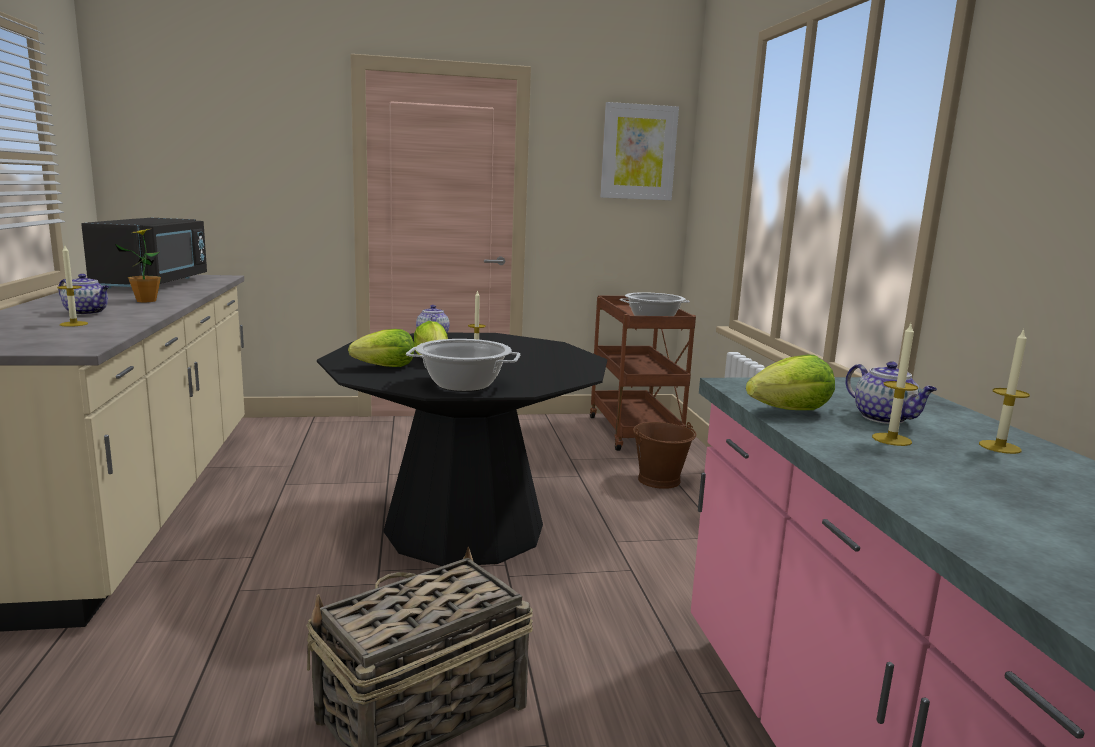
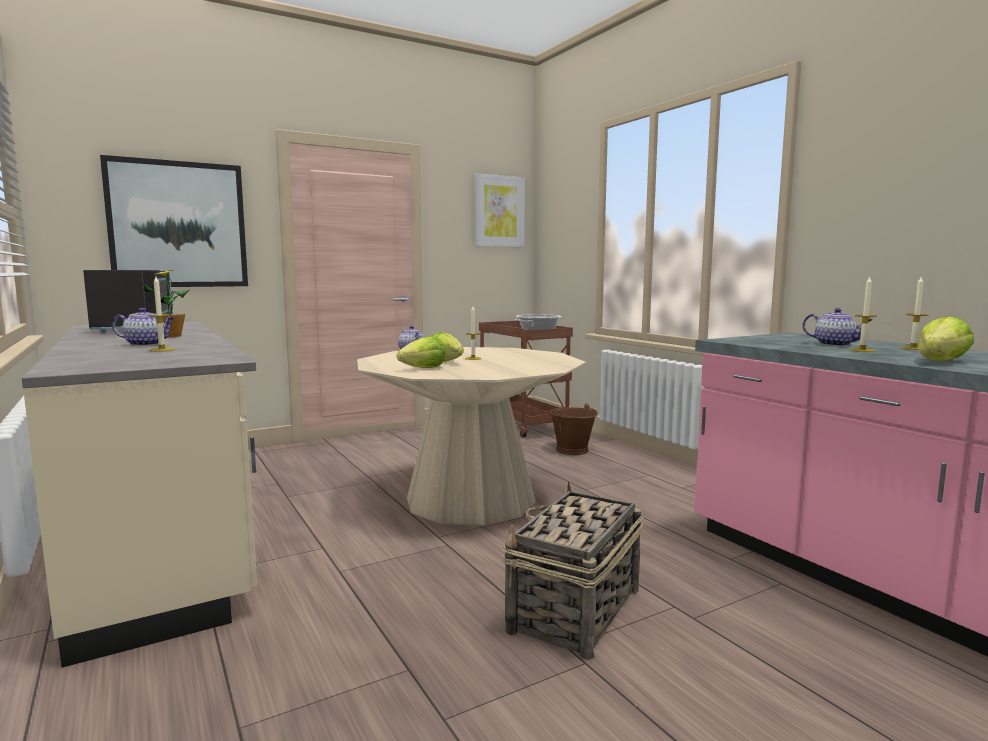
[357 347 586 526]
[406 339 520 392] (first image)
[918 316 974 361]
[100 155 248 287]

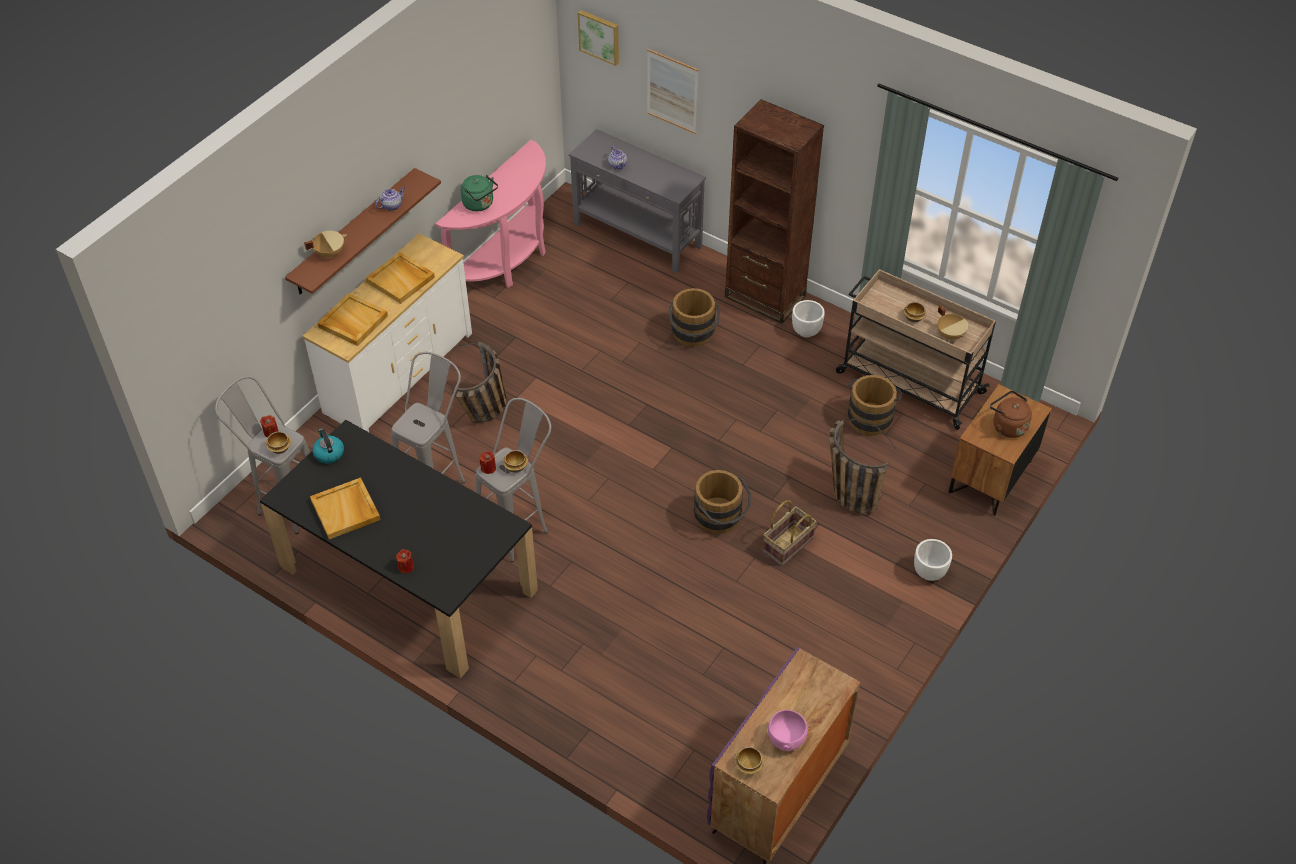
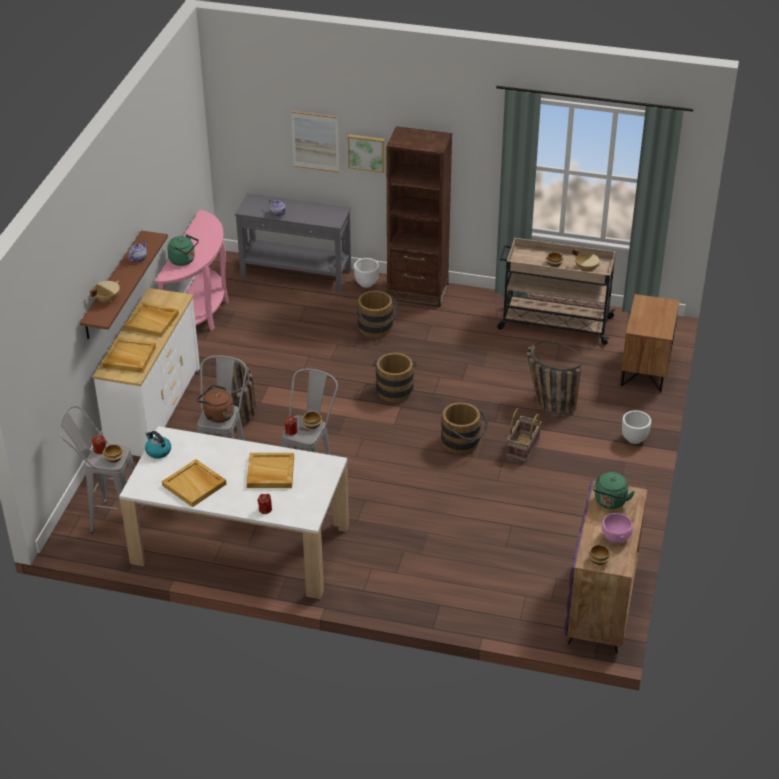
[119 426 349 599]
[348 134 385 173]
[354 258 379 288]
[372 353 417 403]
[197 385 234 423]
[246 453 294 488]
[593 472 635 509]

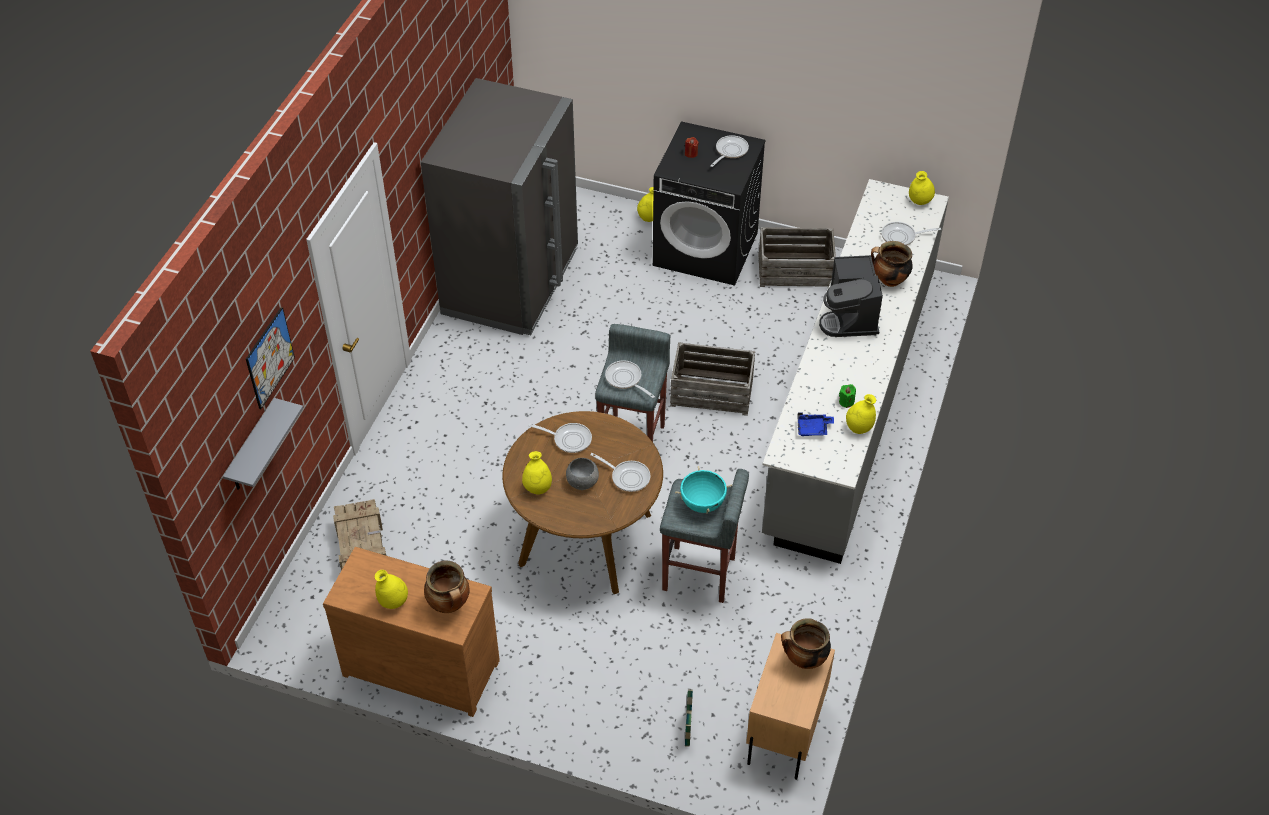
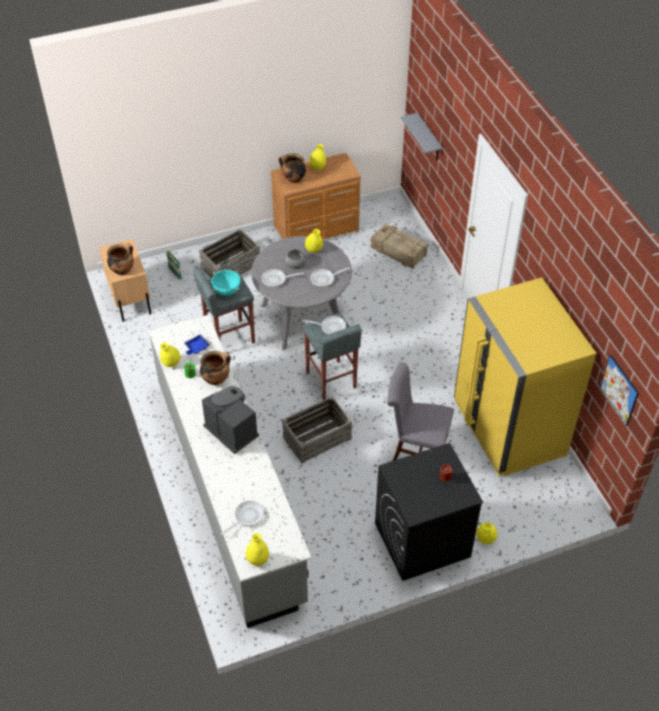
[600 354 639 426]
[454 277 597 476]
[251 236 352 350]
[710 135 749 167] (first image)
[199 229 260 278]
[200 351 231 385]
[387 362 454 461]

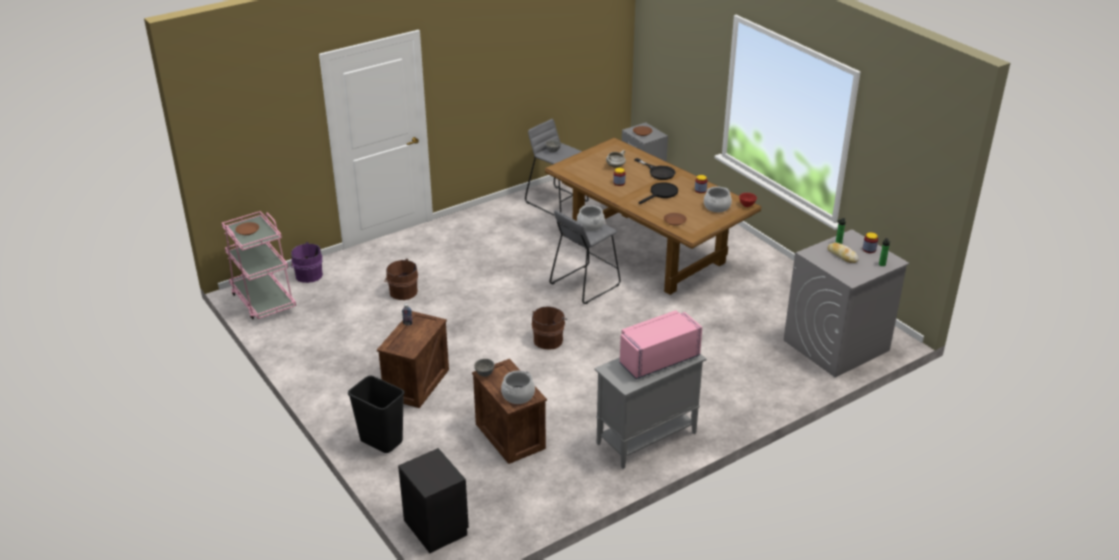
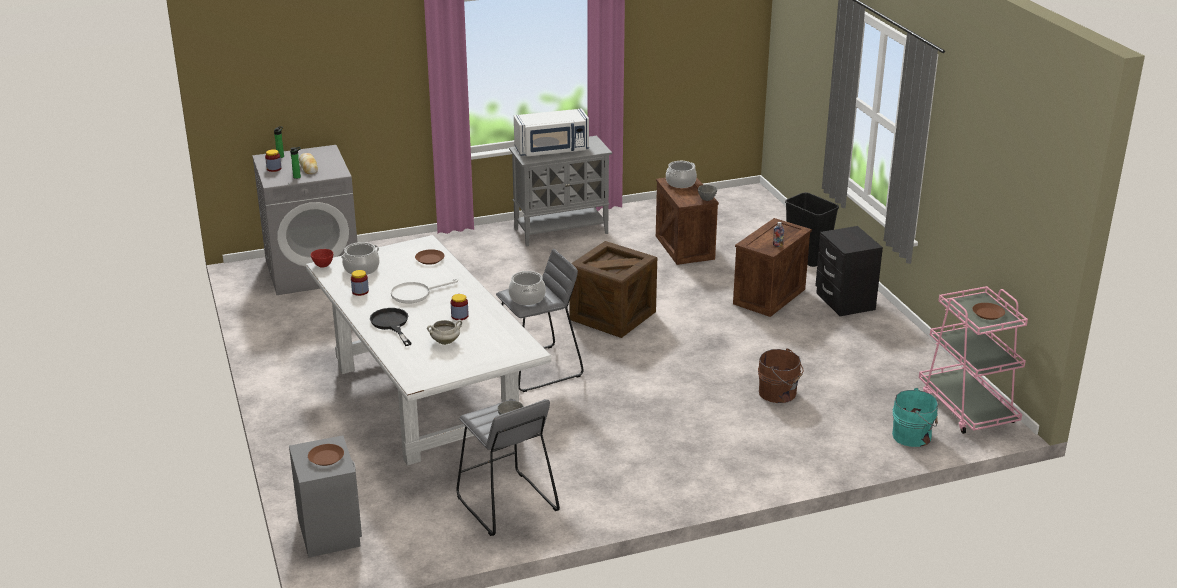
[892 388 938 447]
[815 226 883 316]
[569 241 657 338]
[306 235 551 465]
[514 108 589 156]
[391 279 458 304]

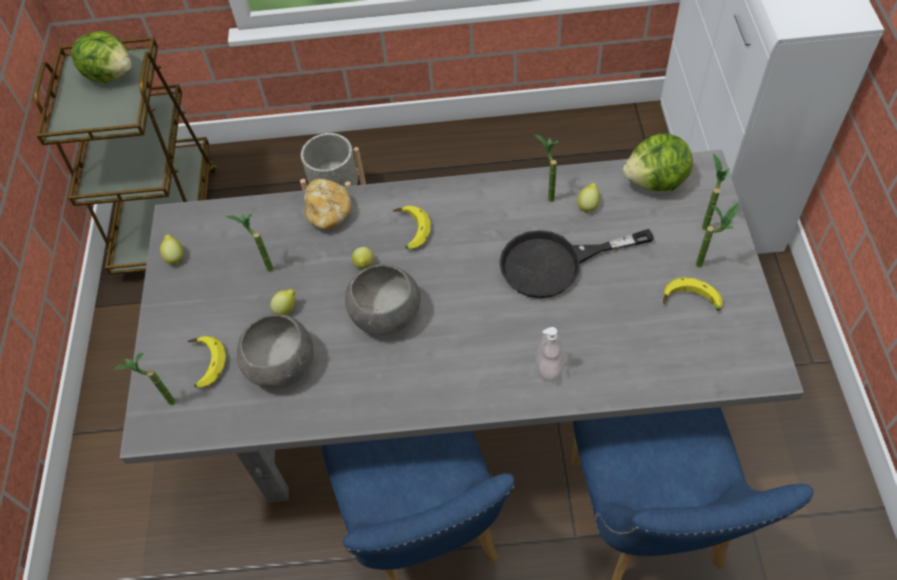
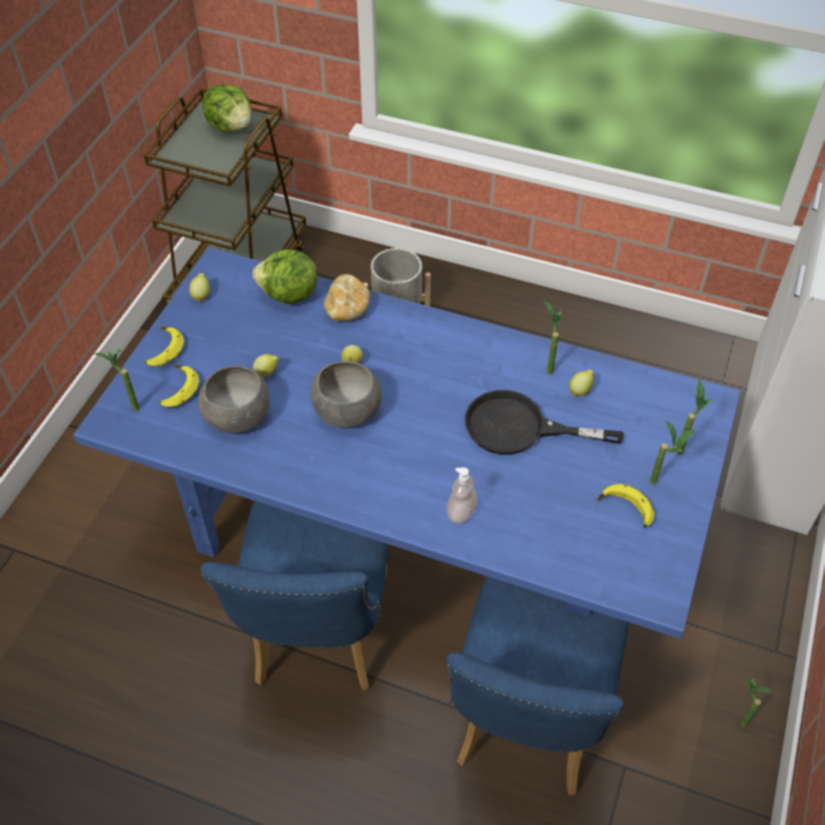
[74 247 741 639]
[740 678 771 727]
[145 326 184 366]
[253 249 318 304]

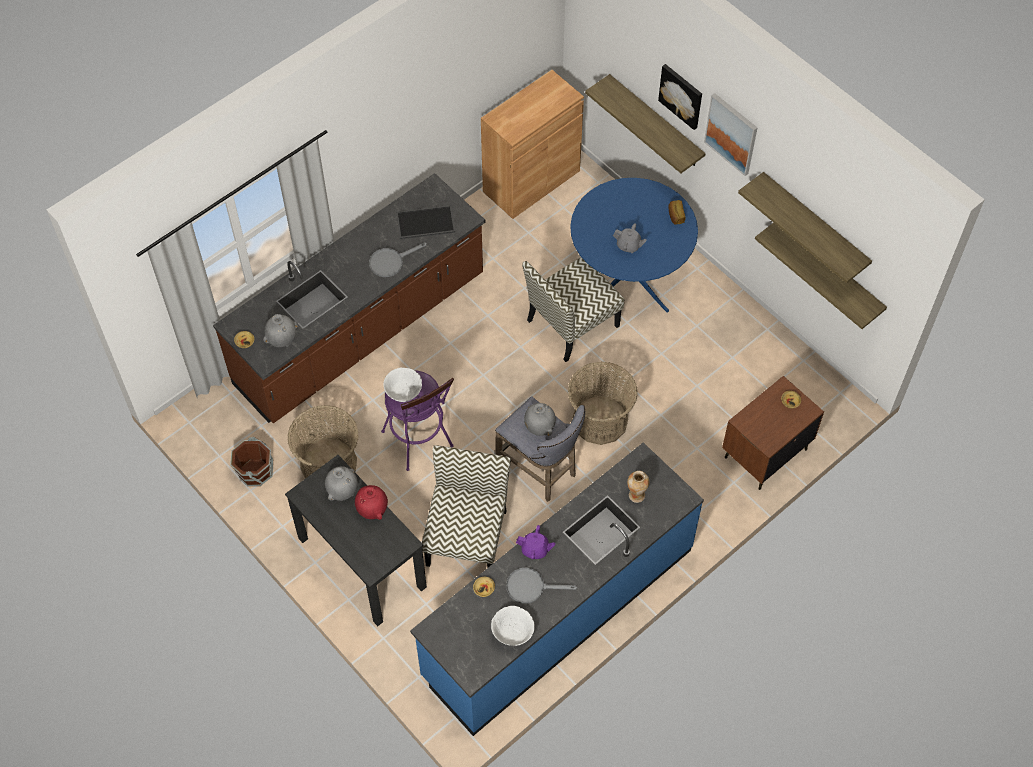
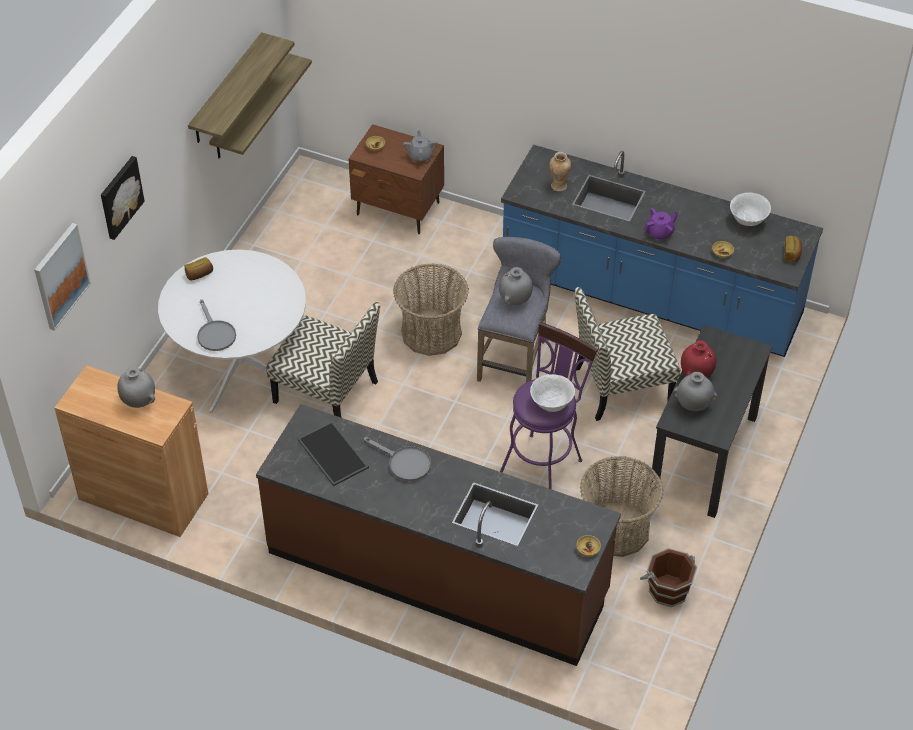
[117 367 155 408]
[197 299 236 351]
[644 208 678 241]
[158 250 306 413]
[585 74 706 173] (first image)
[403 130 437 162]
[34 223 91 331]
[784 236 802 262]

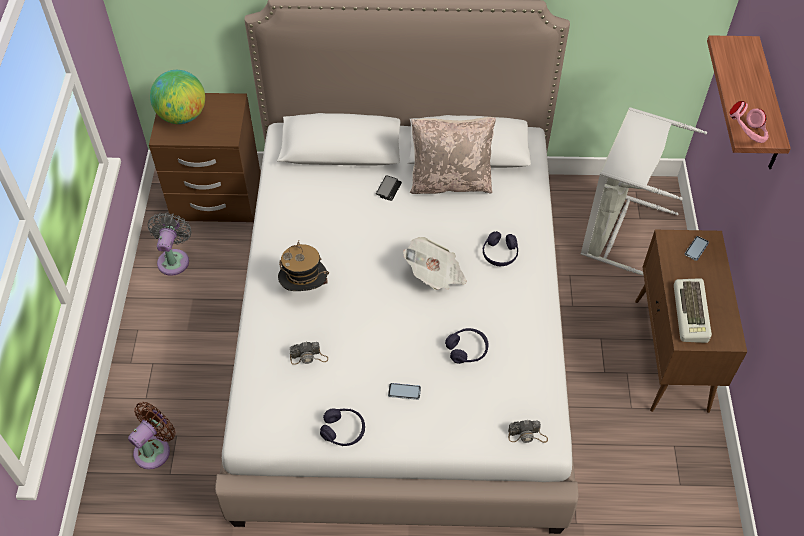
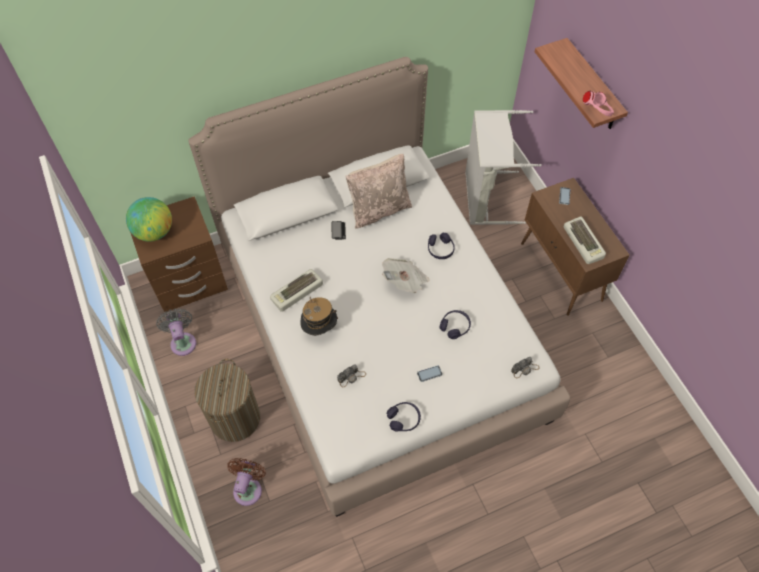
[195 359 260 442]
[270 269 323 312]

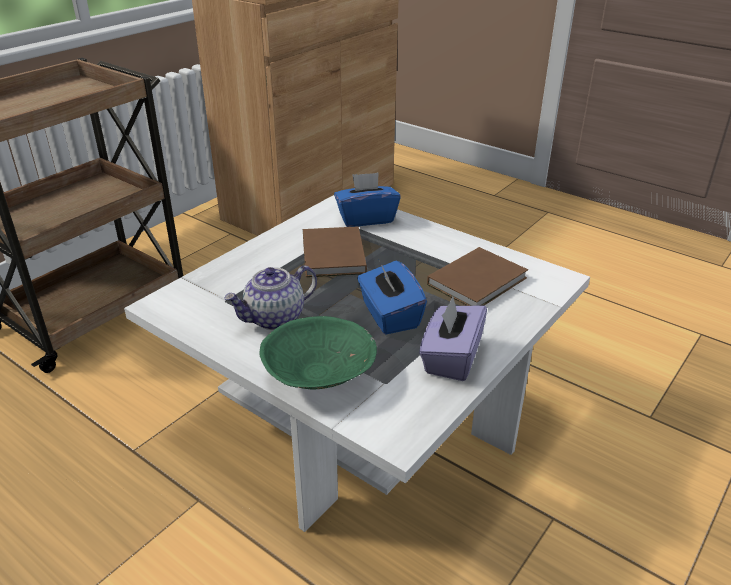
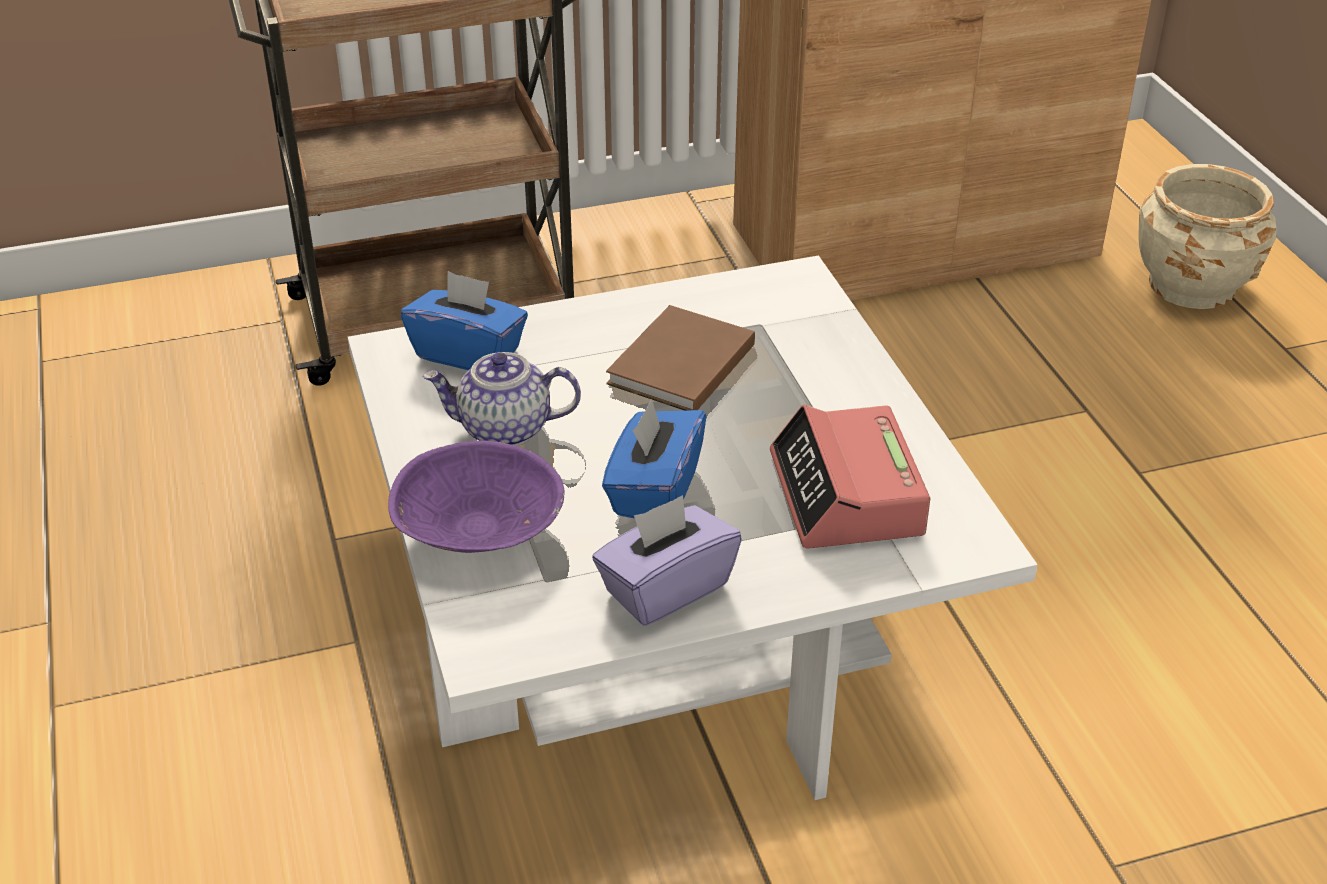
[388 440 565 553]
[401 271 528 370]
[770 405 930 548]
[1138 164 1277 309]

